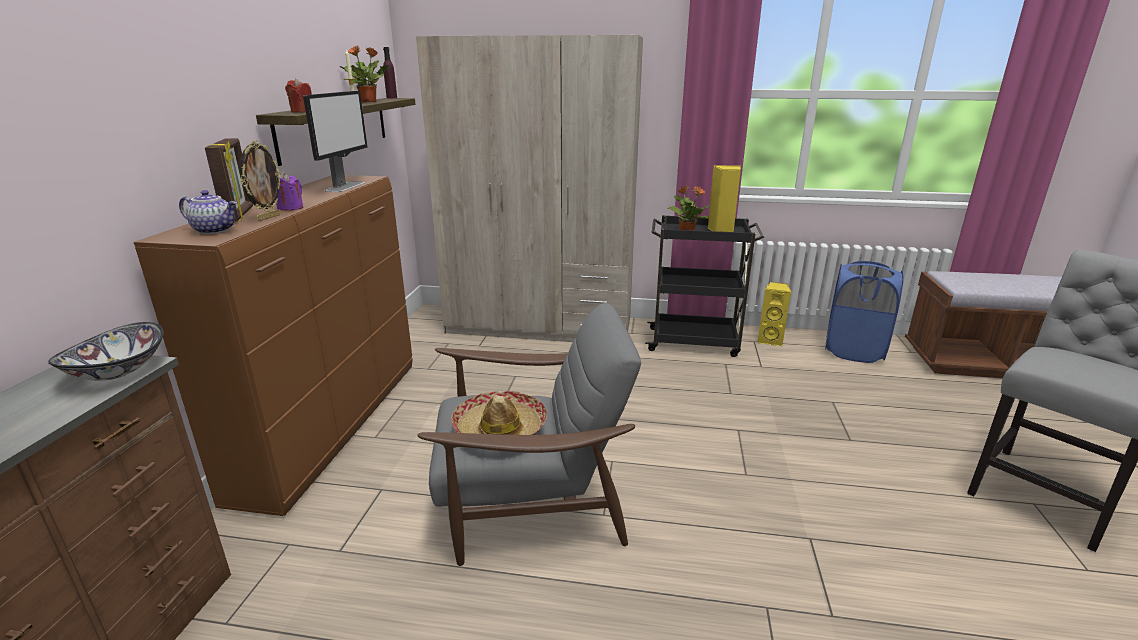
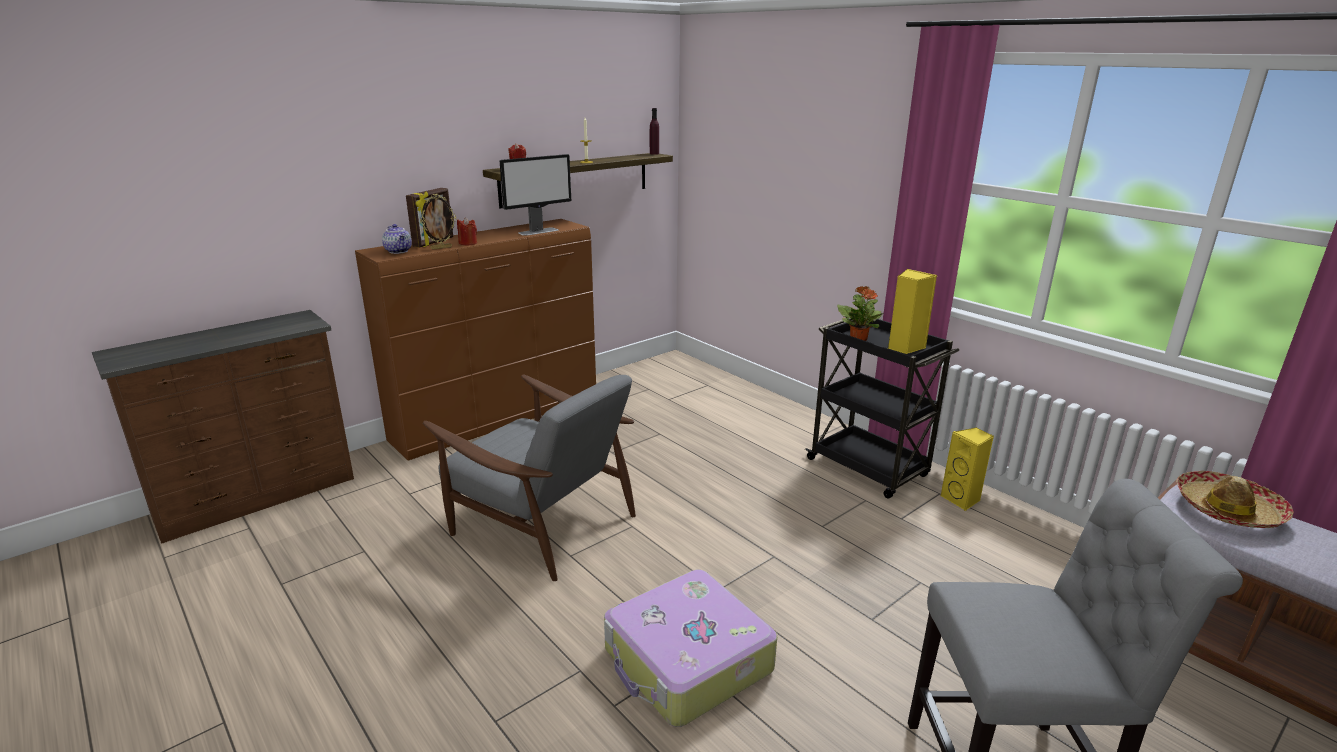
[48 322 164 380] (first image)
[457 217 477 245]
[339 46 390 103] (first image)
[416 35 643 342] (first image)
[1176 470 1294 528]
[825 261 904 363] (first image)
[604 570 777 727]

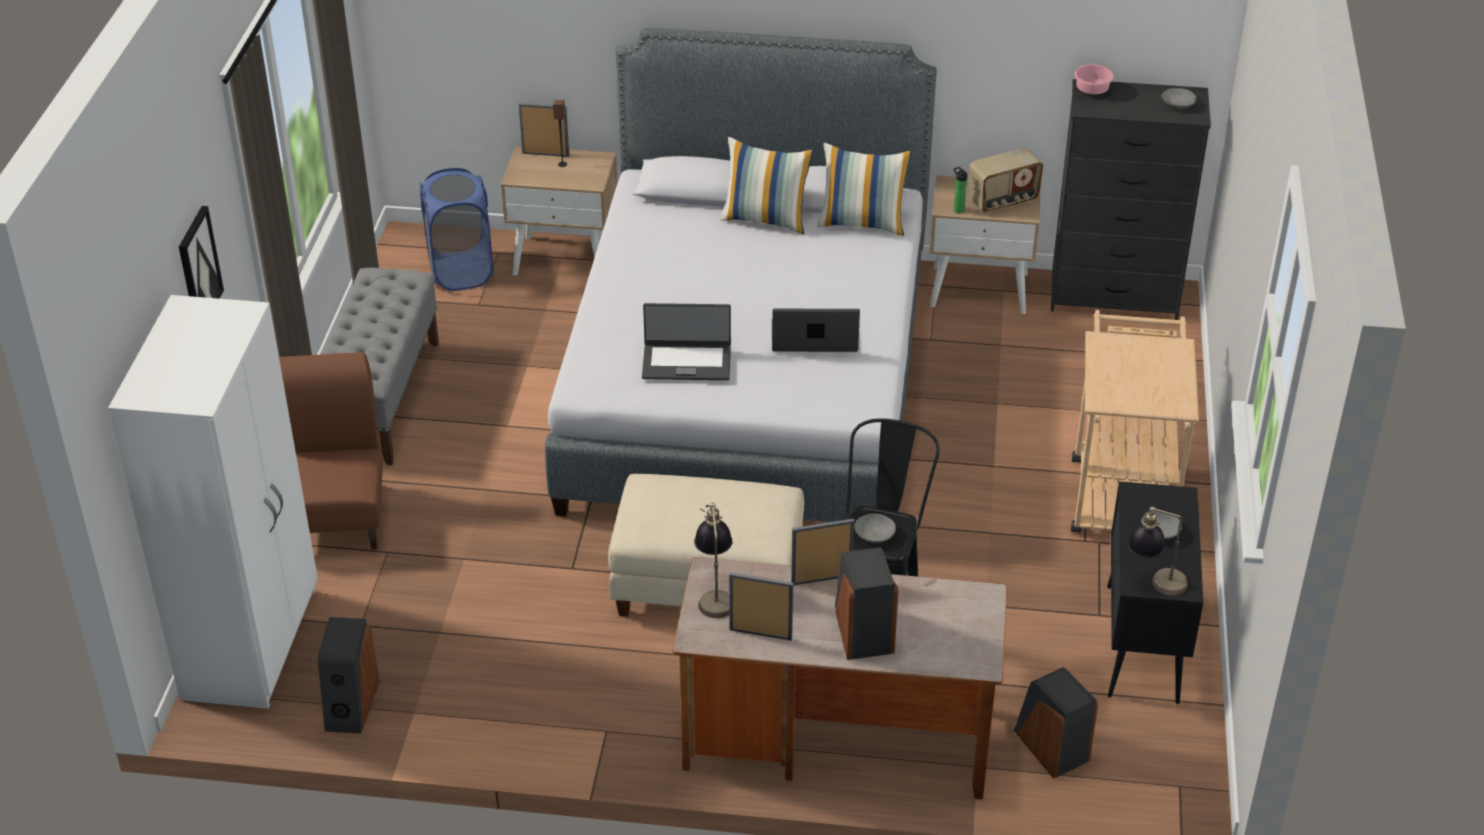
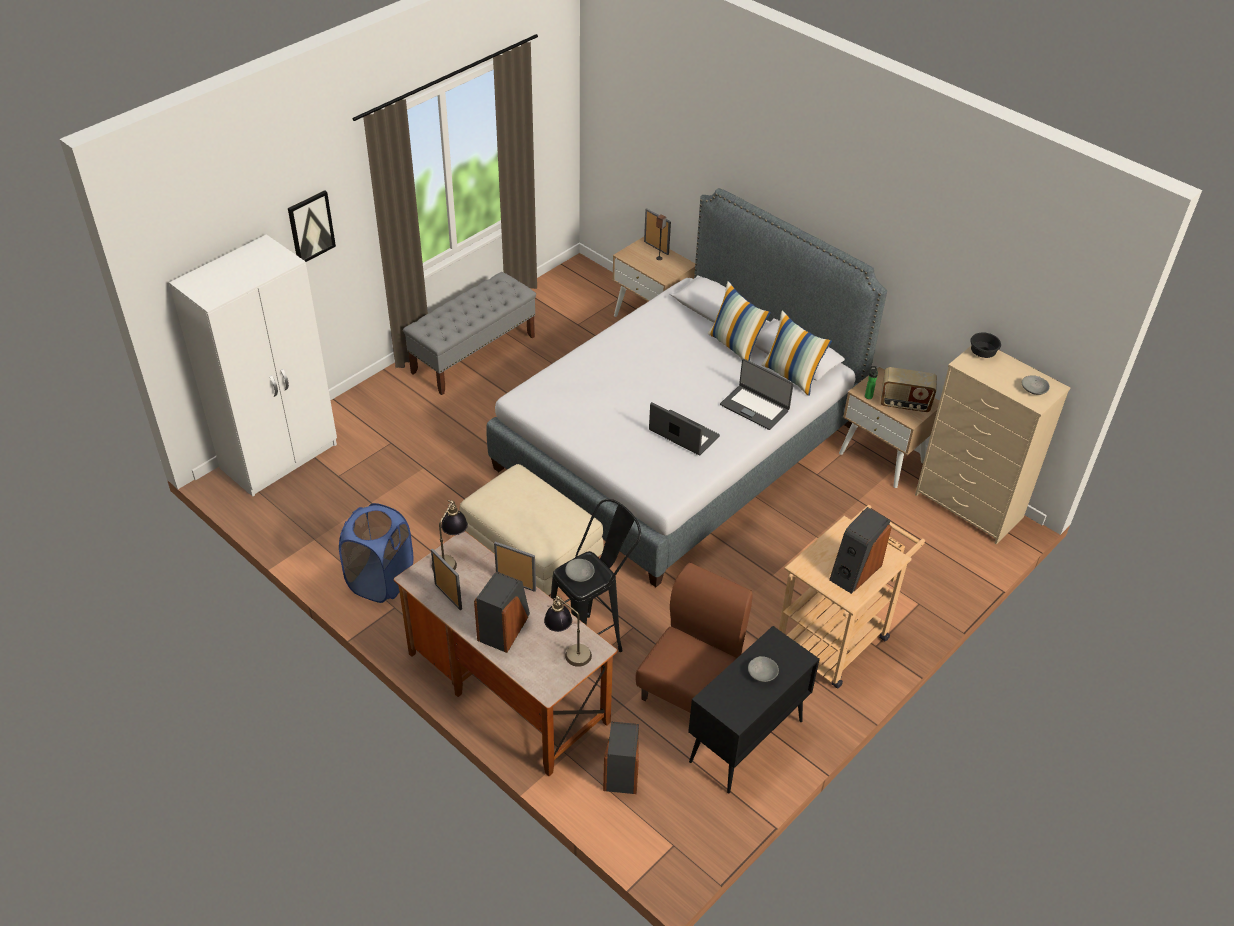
[635 563 753 713]
[829 507 892 594]
[339 503 413 603]
[720 359 794 430]
[915 346 1070 544]
[970 332 1001 358]
[544 596 592 667]

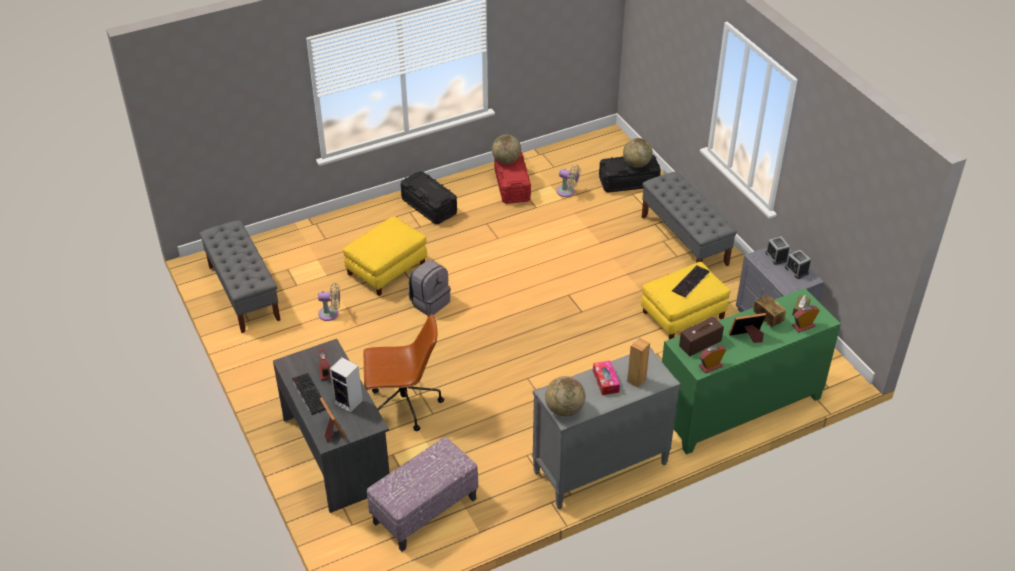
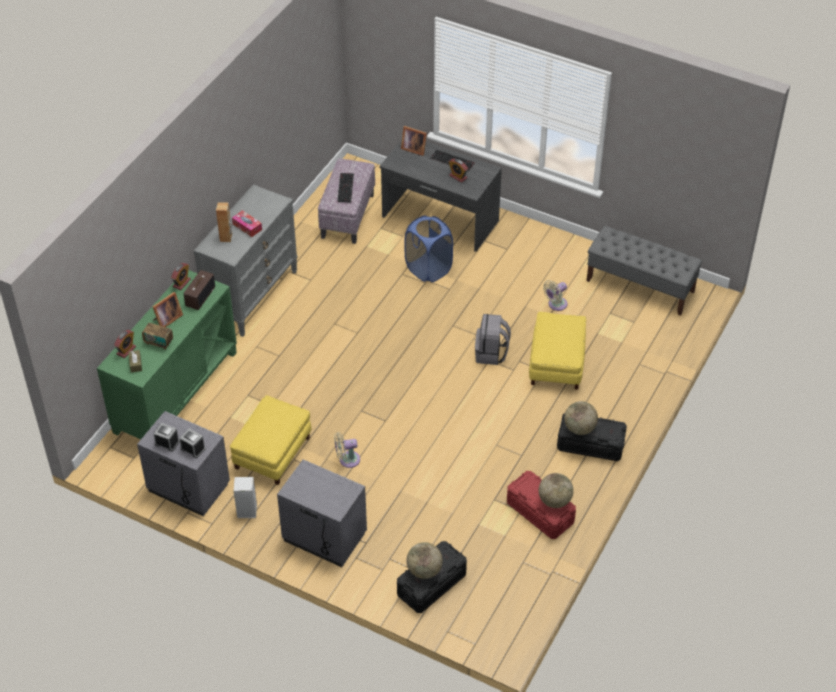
[233 477 257 518]
[405 215 453 282]
[564 401 598 435]
[334 432 360 468]
[277 459 367 567]
[337 173 354 203]

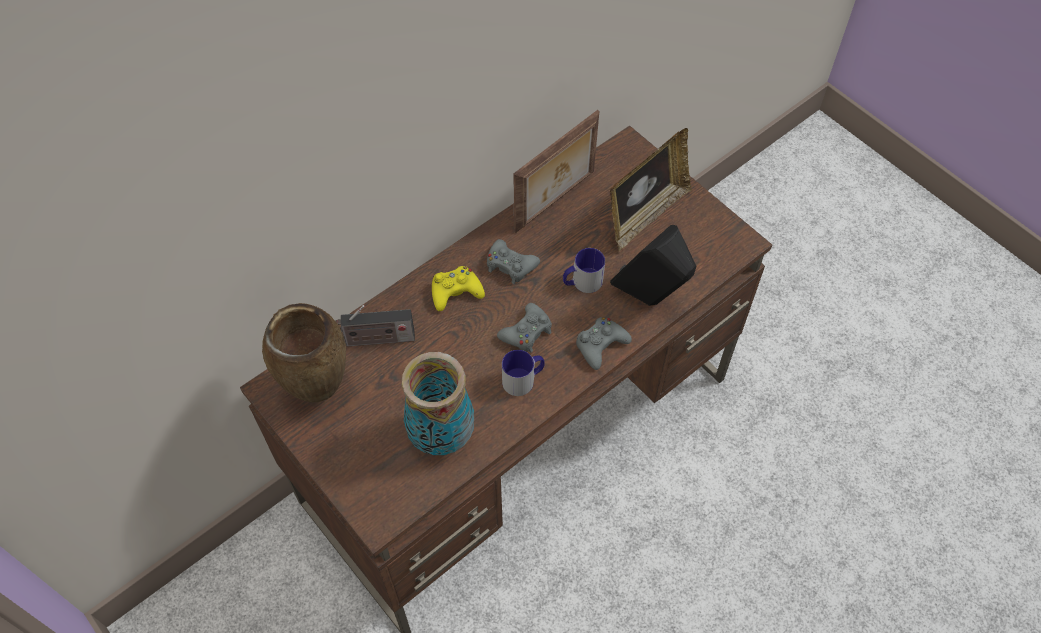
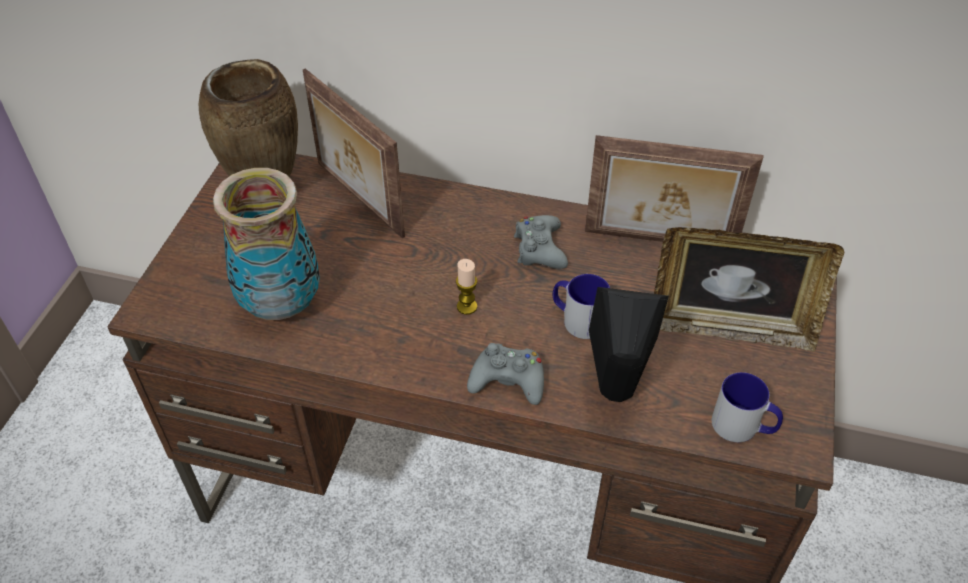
[303 69 405 238]
[432 266 485 311] (first image)
[456 259 477 315]
[712 372 783 442]

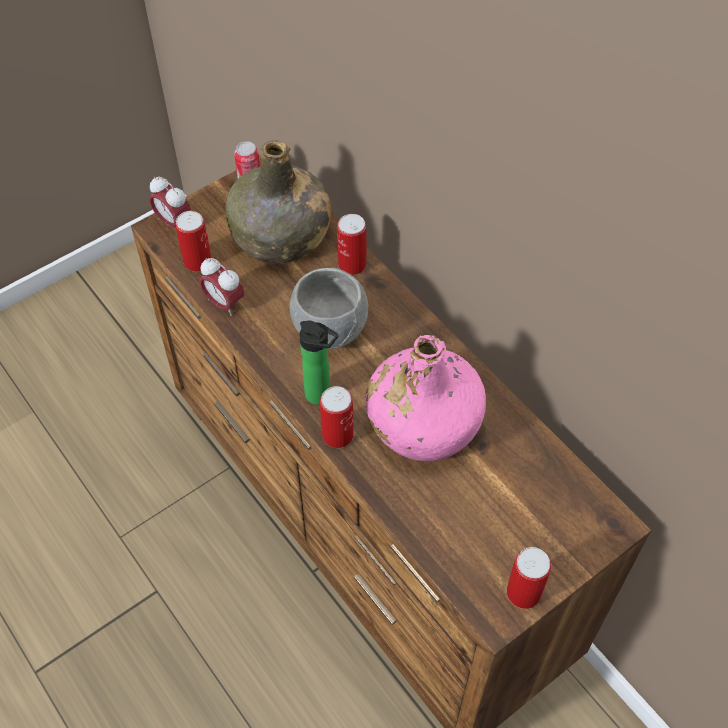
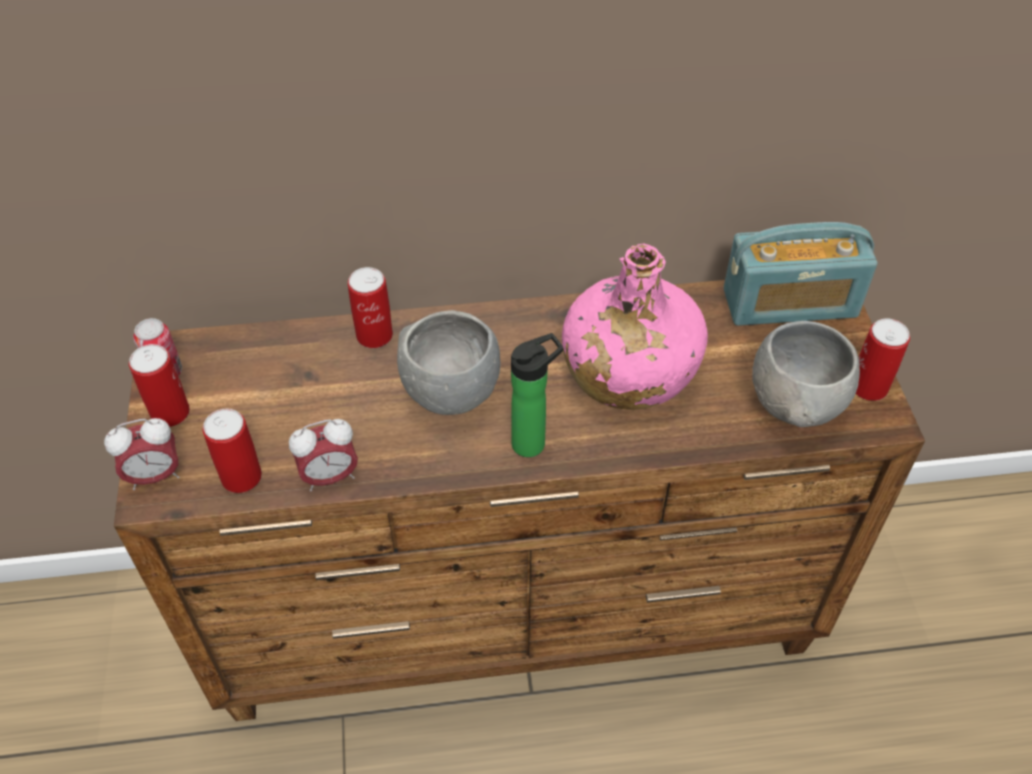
[226 140 331 263] (first image)
[129 344 190 427]
[724 222 878 326]
[752 321 860 427]

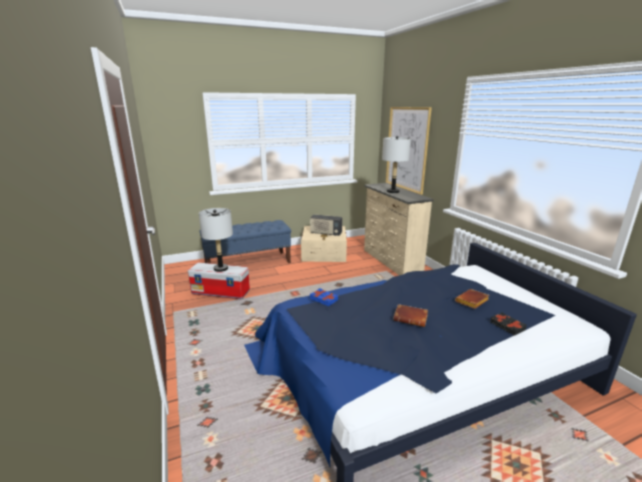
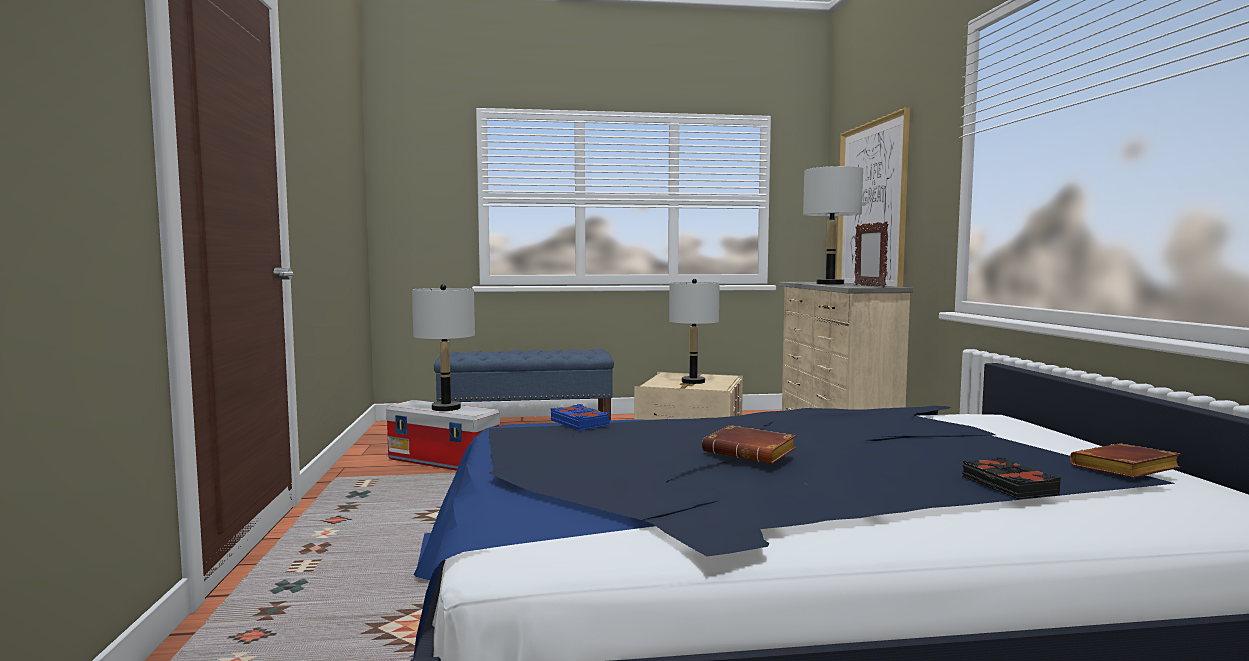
[669 279 719 384]
[1070 443 1181 478]
[854 221 889 287]

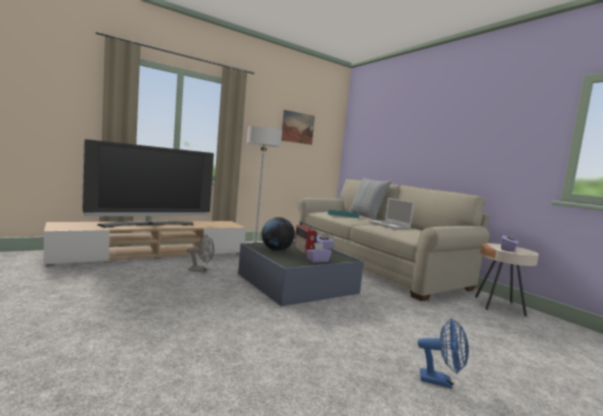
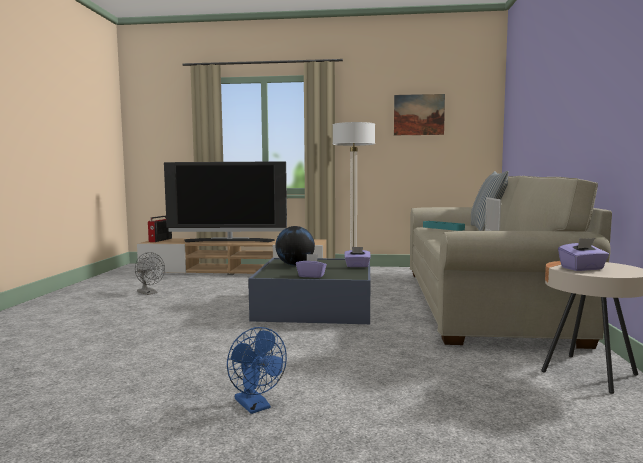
[135 252 165 295]
[148 215 172 242]

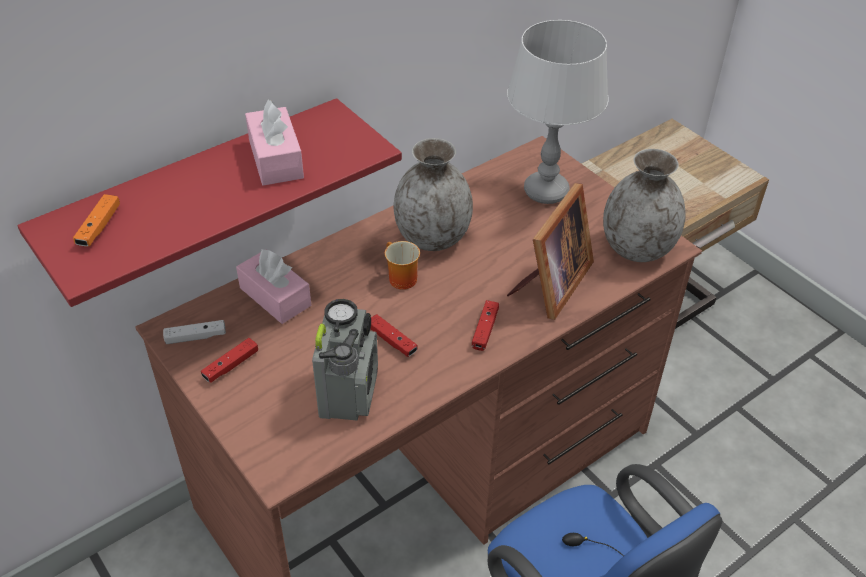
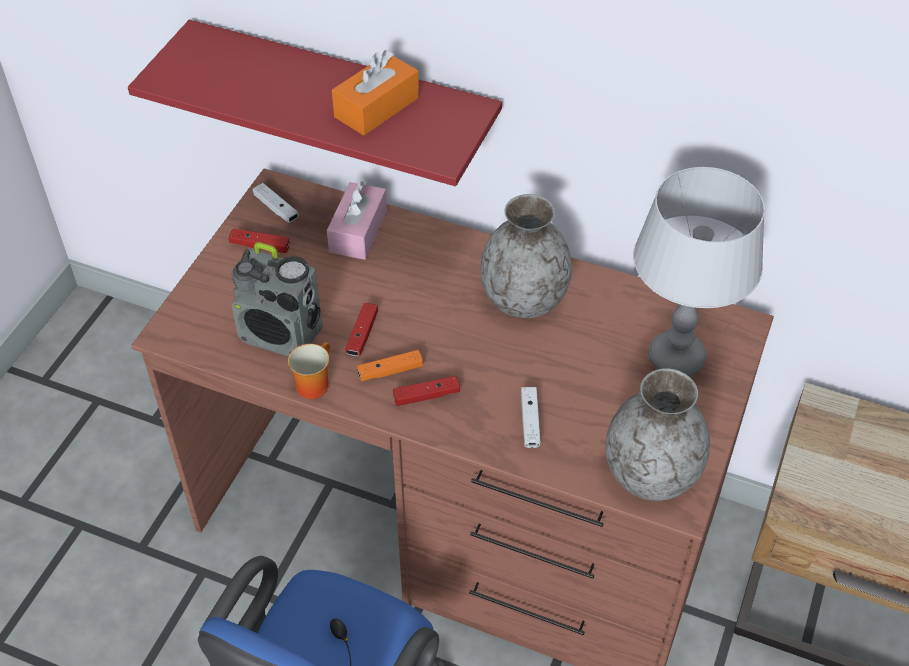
[357 350 423 381]
[332 50 419 135]
[231 242 323 357]
[288 342 330 399]
[521 387 540 448]

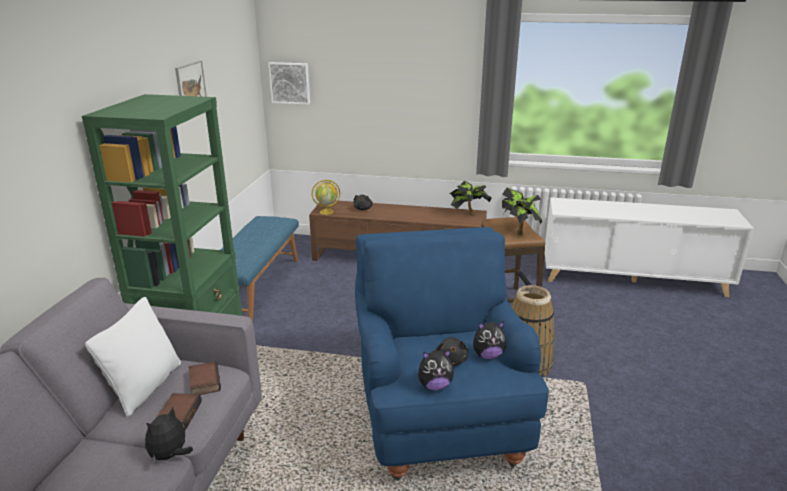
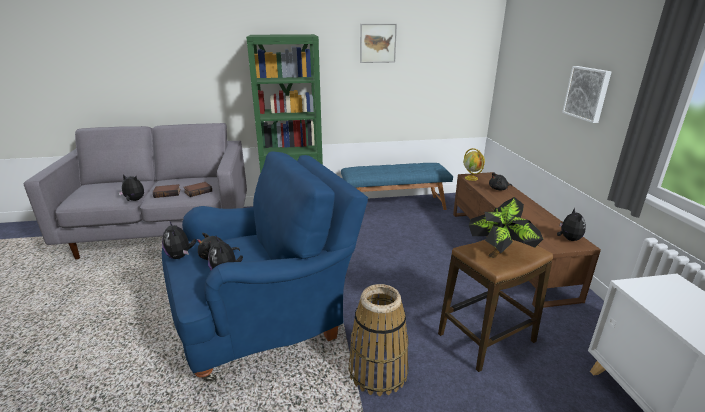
[85 297 181 416] (first image)
[562 66 612 123]
[557 208 586 241]

